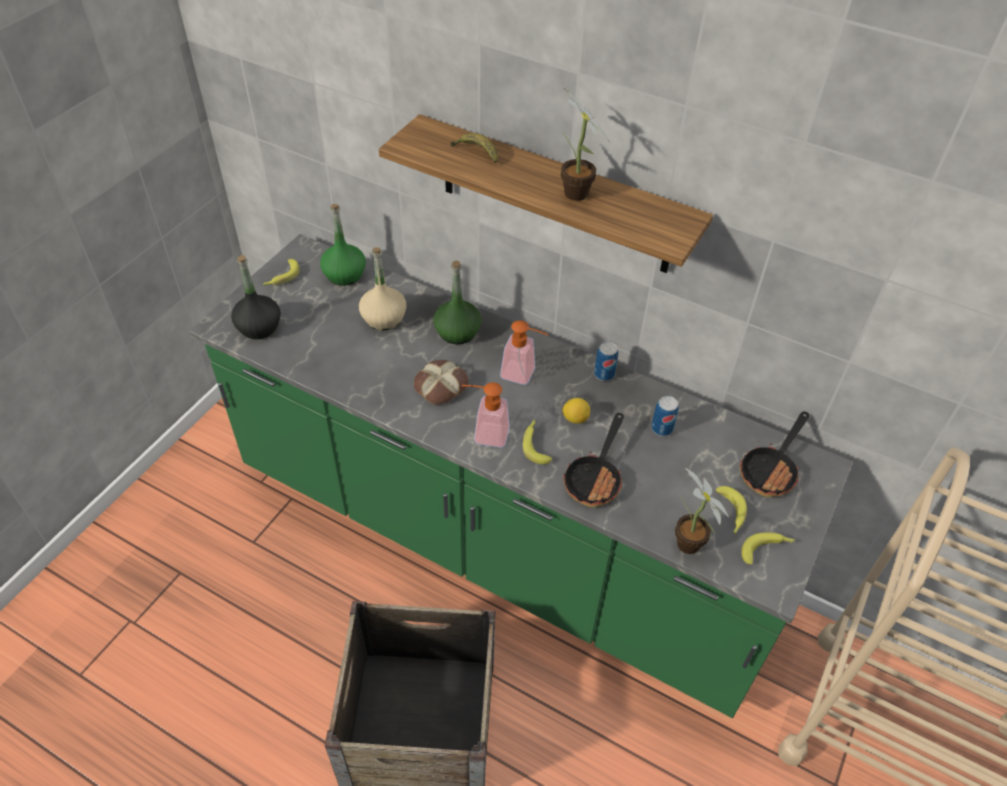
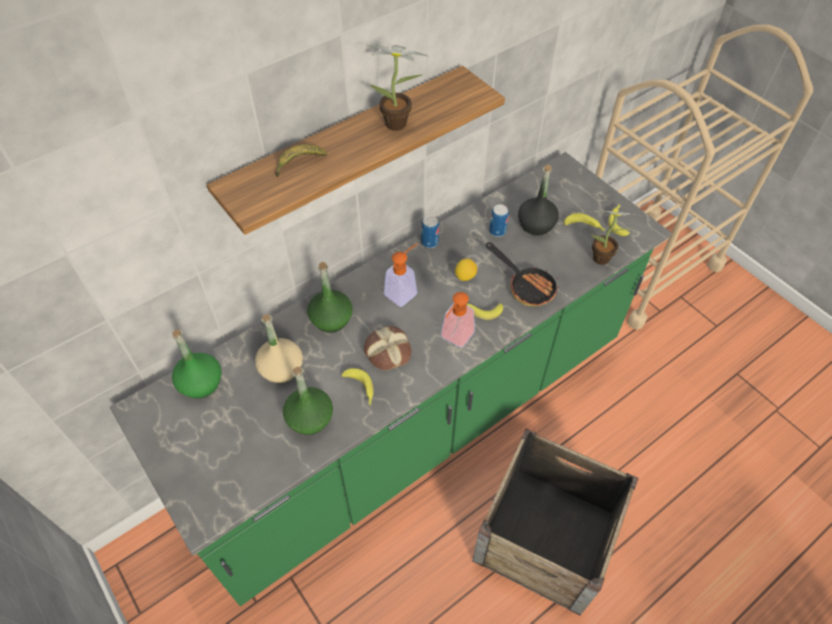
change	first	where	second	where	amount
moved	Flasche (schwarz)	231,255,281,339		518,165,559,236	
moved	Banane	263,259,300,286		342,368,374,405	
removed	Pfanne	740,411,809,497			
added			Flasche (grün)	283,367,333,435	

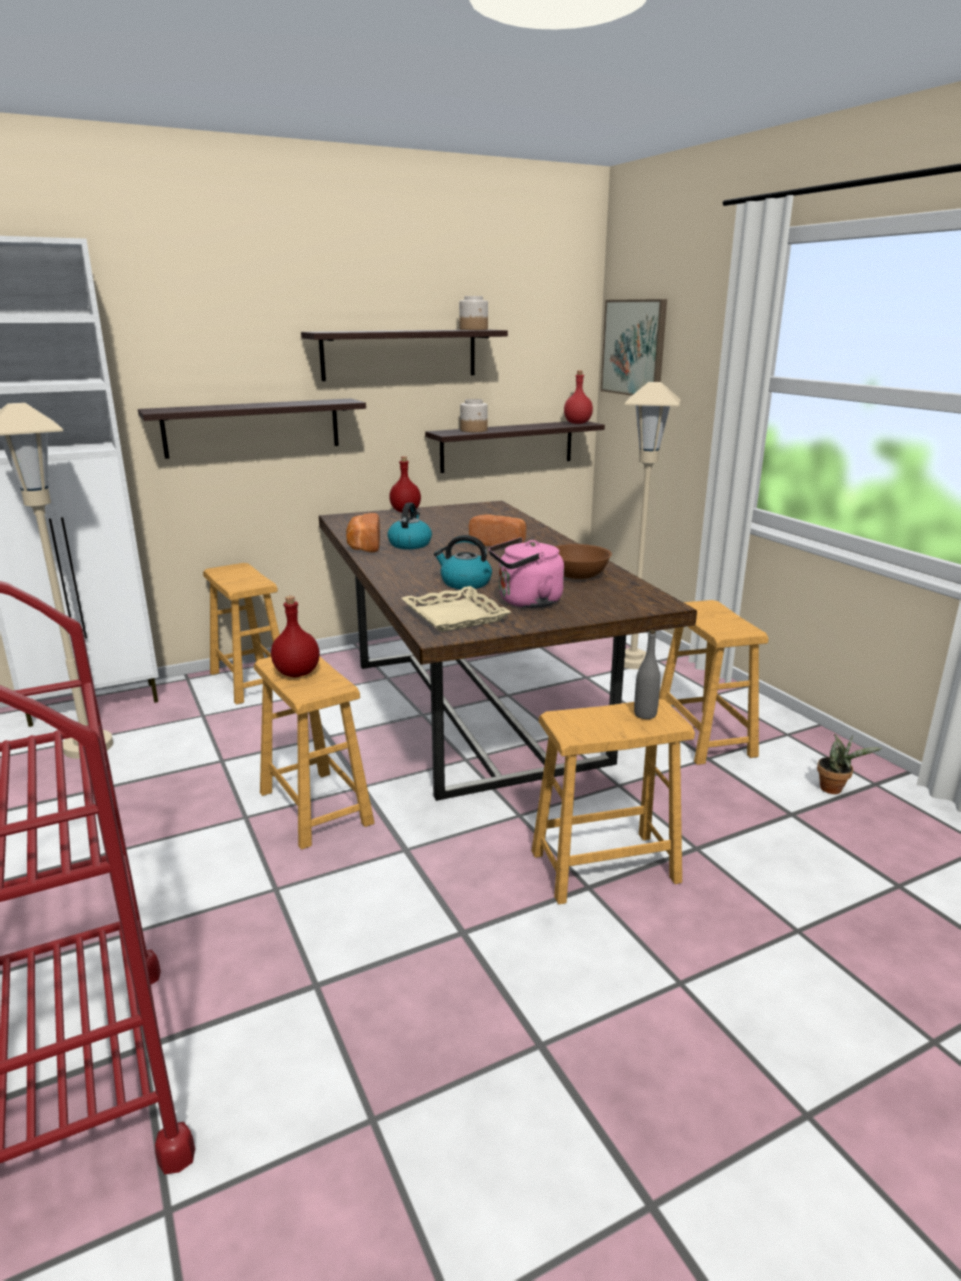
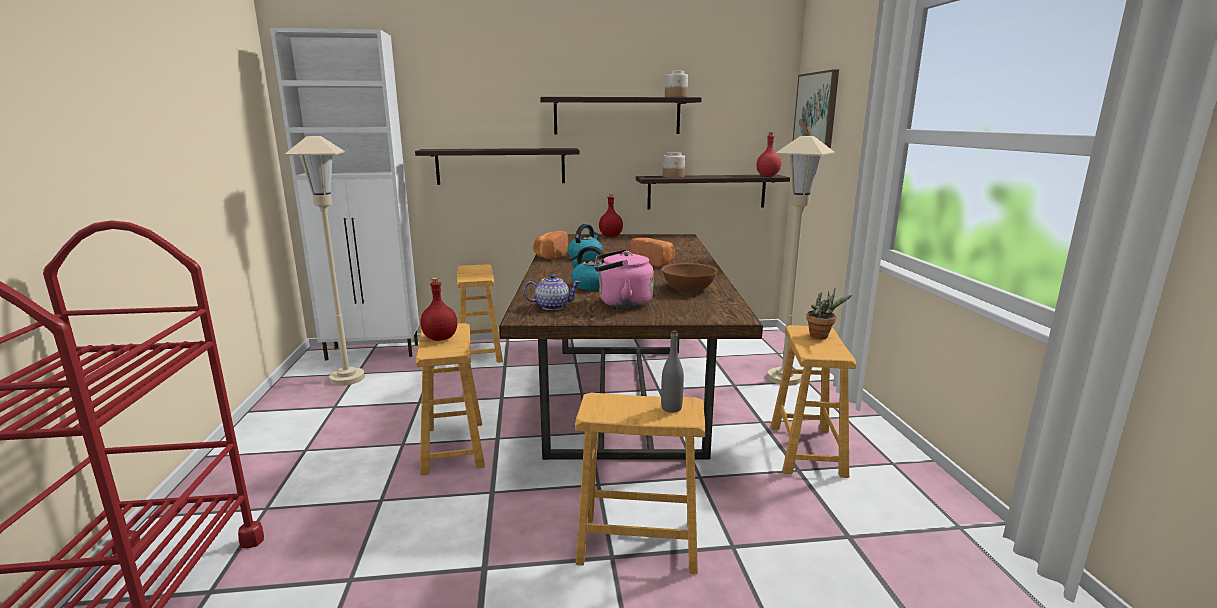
change	first	where	second	where	amount
replaced	Tablett (beige)	401,586,511,632	Teekanne	523,274,581,310	
moved	Topfpflanze	817,734,882,794		806,288,852,339	

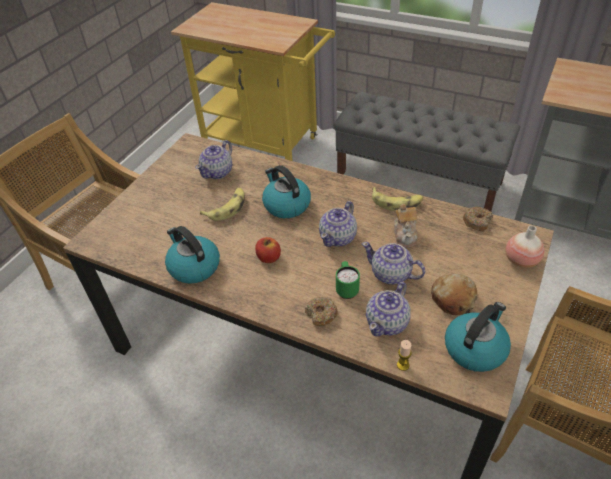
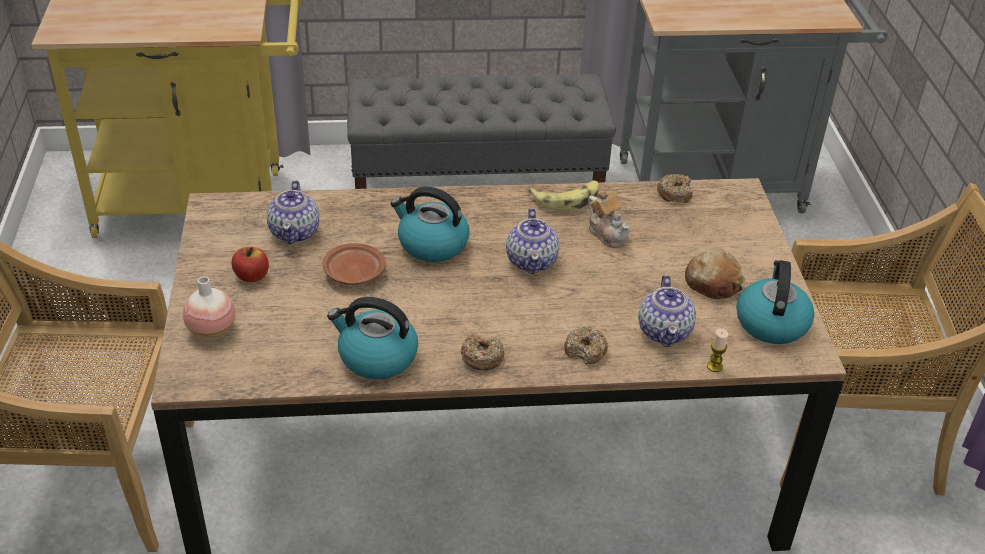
change	first	where	second	where	amount
replaced	Banane	200,188,245,221	Teller (braun)	322,243,386,285	
moved	Vase	506,225,544,268		183,277,236,338	
moved	Apfel	255,237,281,263		231,247,269,282	
removed	Teekanne	362,242,425,285			
removed	Henkelbecher (grün)	336,261,360,299			
added			Donut	461,333,504,370	

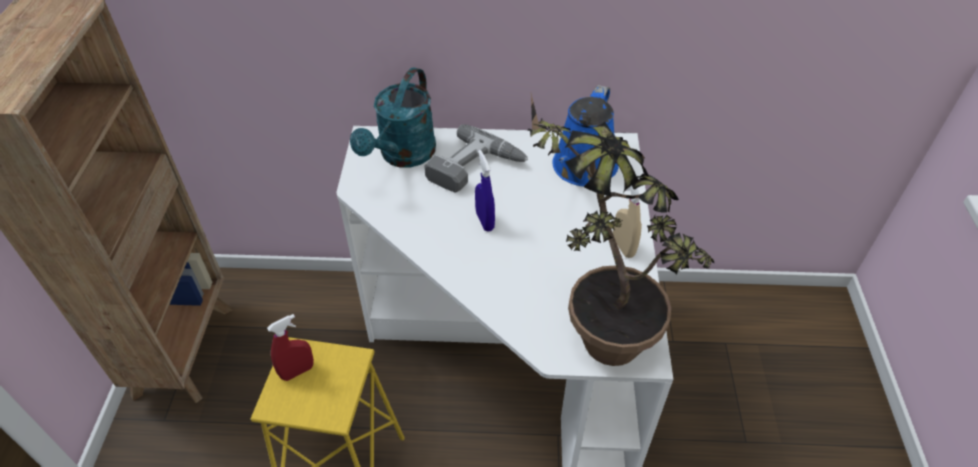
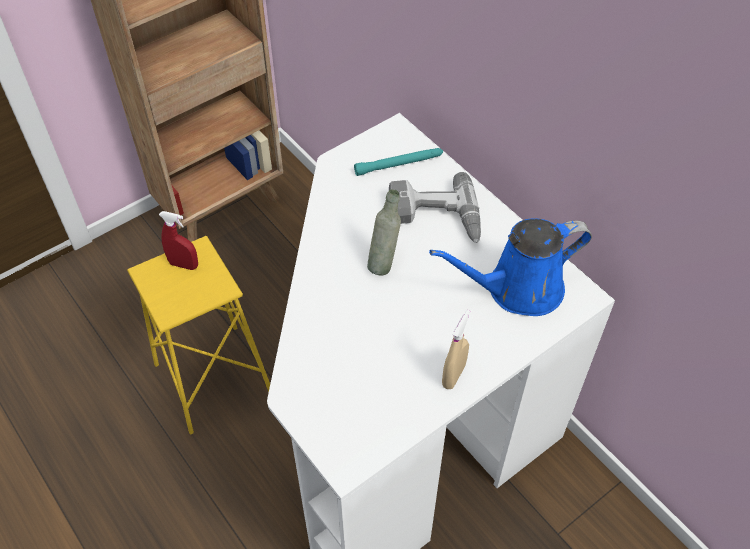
change	first	where	second	where	amount
replaced	Gießkanne (türkis)	350,67,436,167	Taschenlampe (türkis)	354,148,443,176	
removed	Topfpflanze	528,94,714,366			
replaced	Sprühflasche (blau)	475,150,495,232	Flasche (grau)	367,189,401,275	

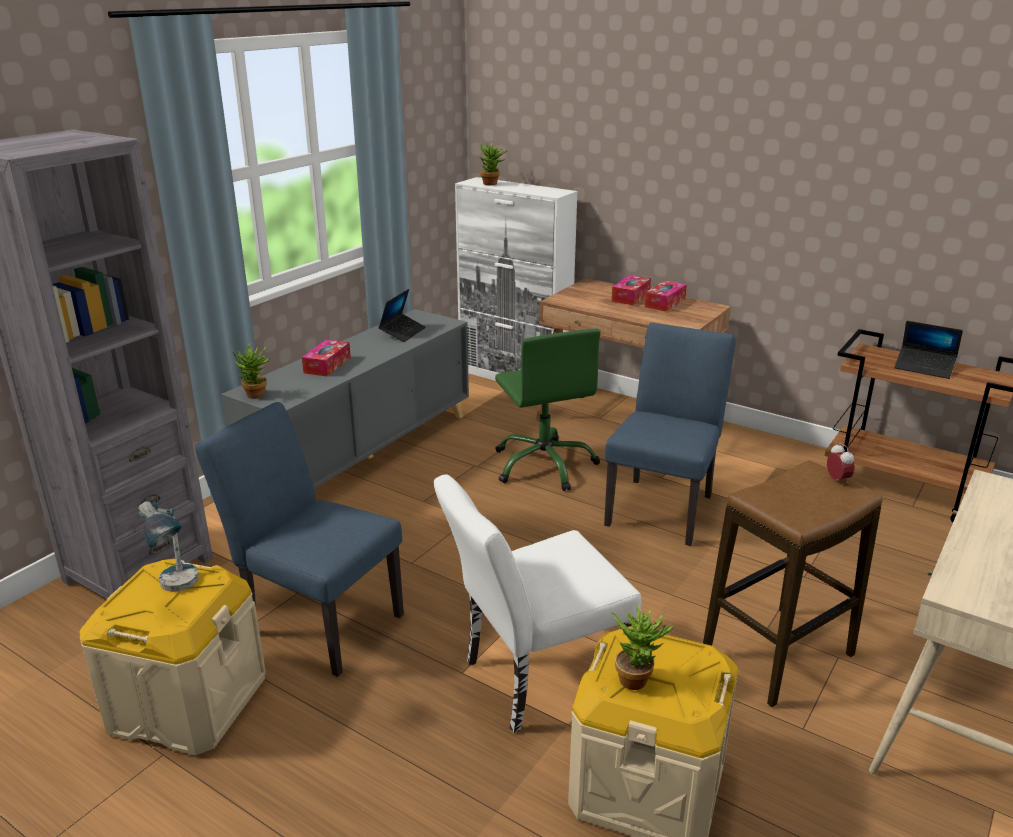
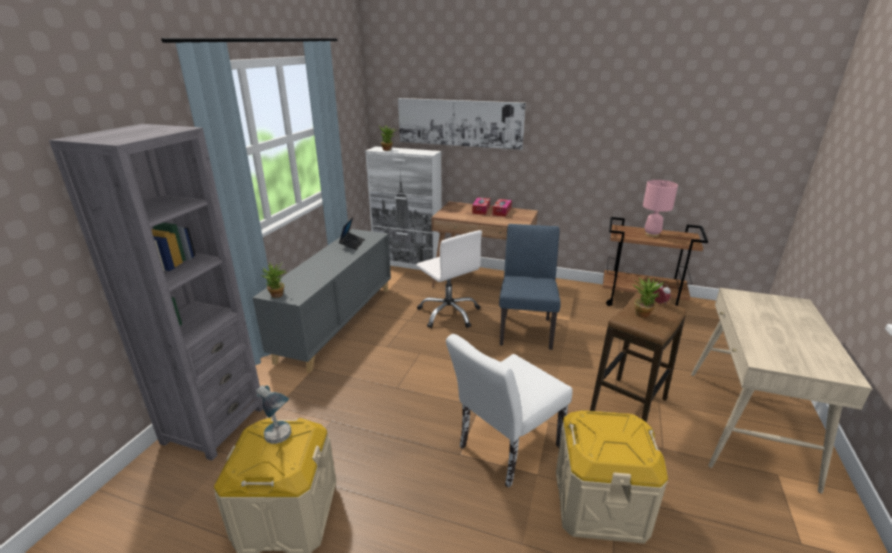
change	first	where	second	where	amount
replaced	Laptop	894,321,963,379	Tischlampe (rosa)	643,180,678,237	
recoloured	Bürostuhl (grün)	495,329,601,491	Bürostuhl (weiß)	416,230,482,328	
removed	Taschentuchbox	302,339,351,377			
removed	Stuhl (blau)	195,402,404,677			
moved	Topfpflanze	610,605,674,690		632,278,664,318	
added			Bild	398,98,526,150	

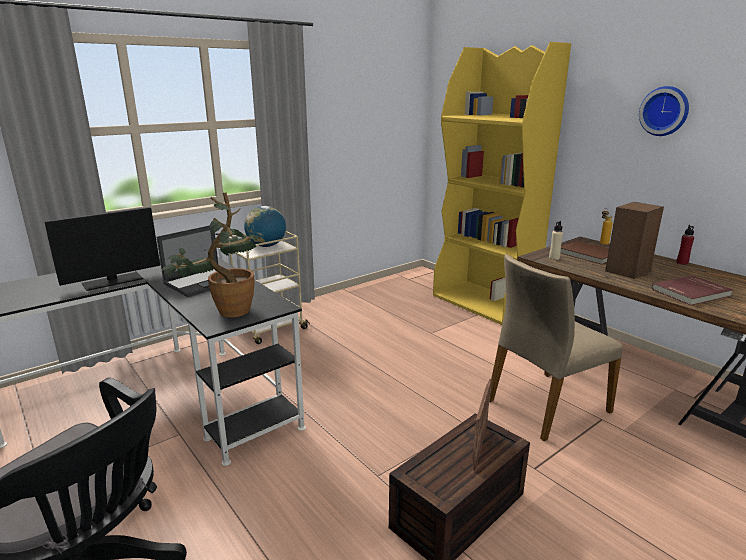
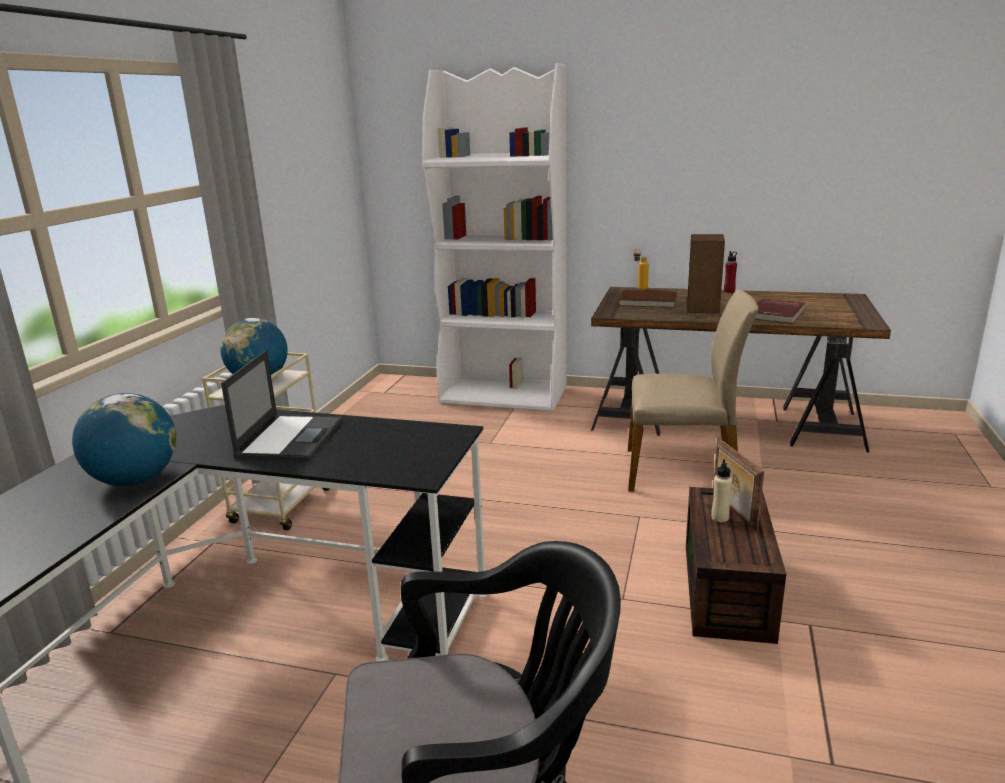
change	first	where	second	where	amount
recoloured	Bücherregal (gelb)	433,42,571,325	Bücherregal (weiß)	422,63,567,411	
removed	Wanduhr	639,86,689,136			
removed	Topfpflanze	162,192,260,317			
replaced	Monitor	44,207,160,291	Globus	72,393,176,486	
moved	Flasche (beige)	549,221,563,260		711,459,732,522	
turned	Stuhl (beige)	489,254,623,441		628,290,758,492	105 degrees counterclockwise

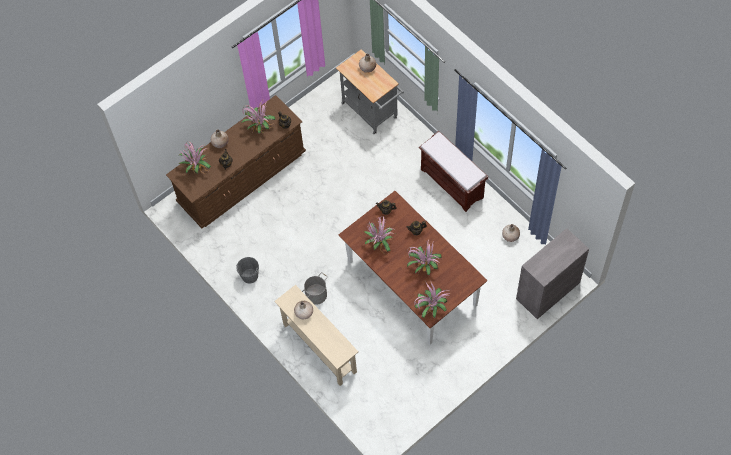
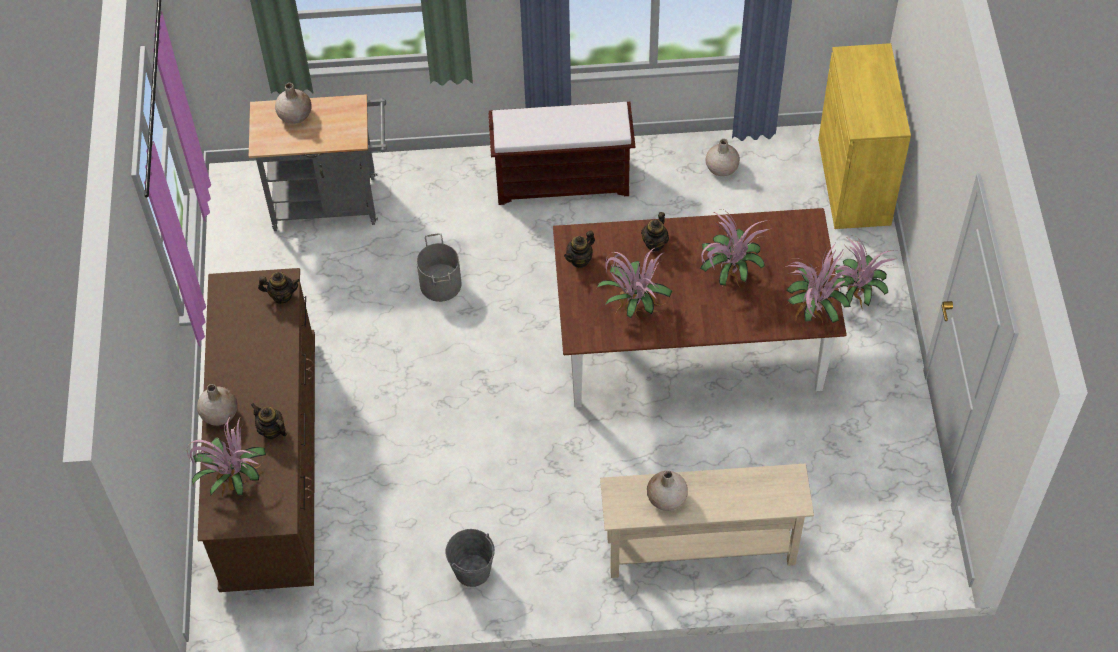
change	first	where	second	where	amount
moved	Topfpflanze	241,100,276,134		835,237,900,310	
recoloured	Schrank (grau)	516,228,589,319	Schrank (gelb)	818,43,911,229	
moved	Eimer (grau)	302,272,328,305		417,233,462,302	

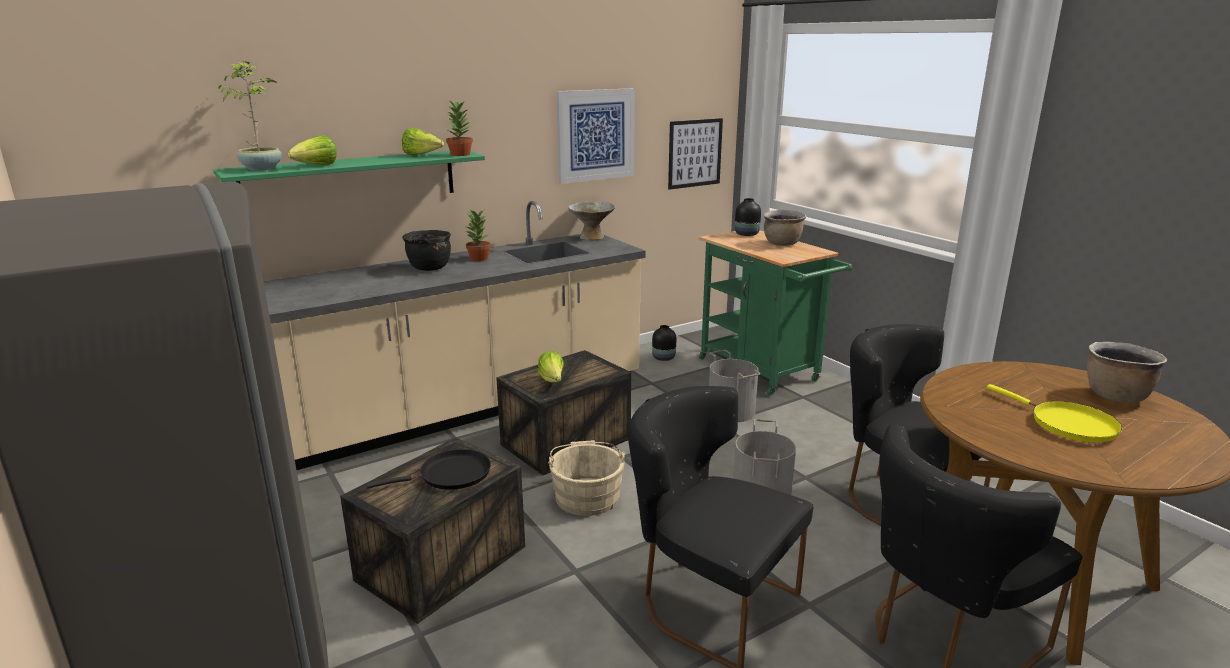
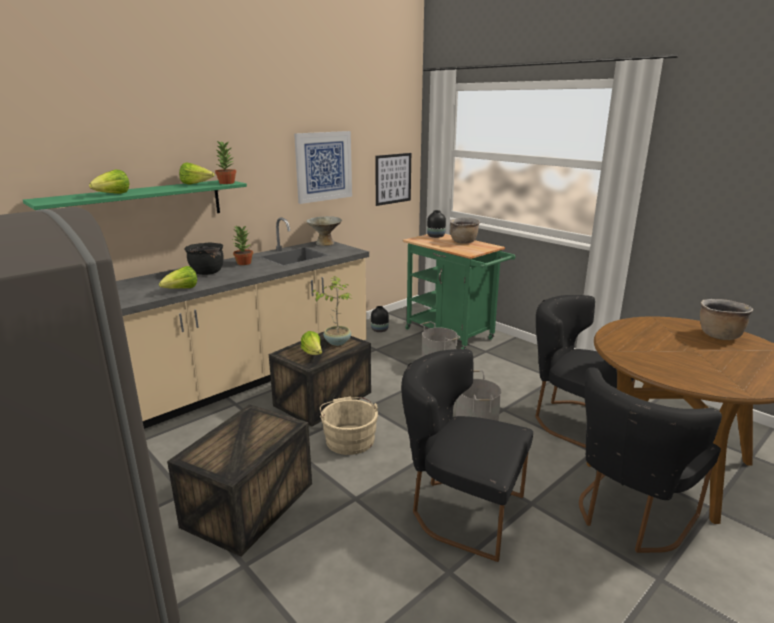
change	first	where	second	where	amount
moved	Topfpflanze	218,62,282,171		311,276,353,346	
removed	Pfanne (gelb)	987,384,1122,442			
removed	Pfanne (schwarz)	366,449,491,490			
added			Salatkopf	159,266,197,288	

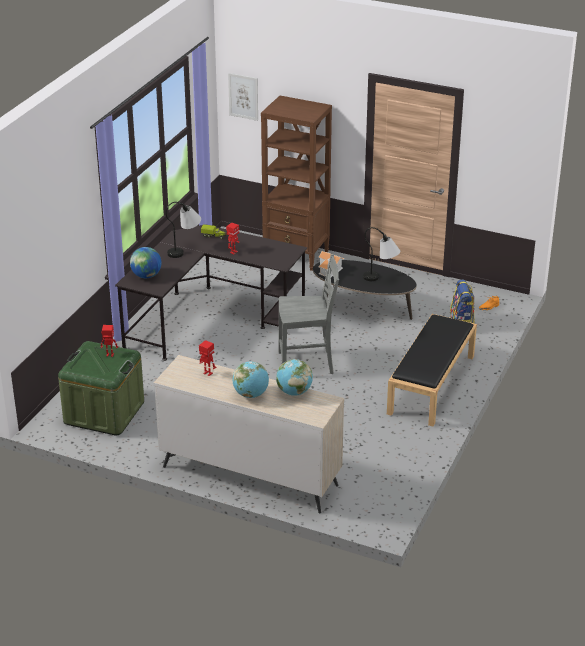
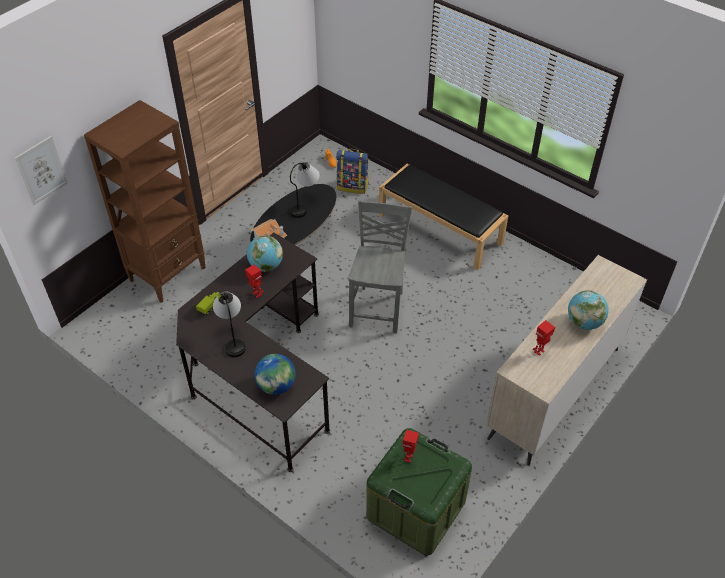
change	first	where	second	where	amount
moved	Globus	276,359,313,396		247,236,283,272	

